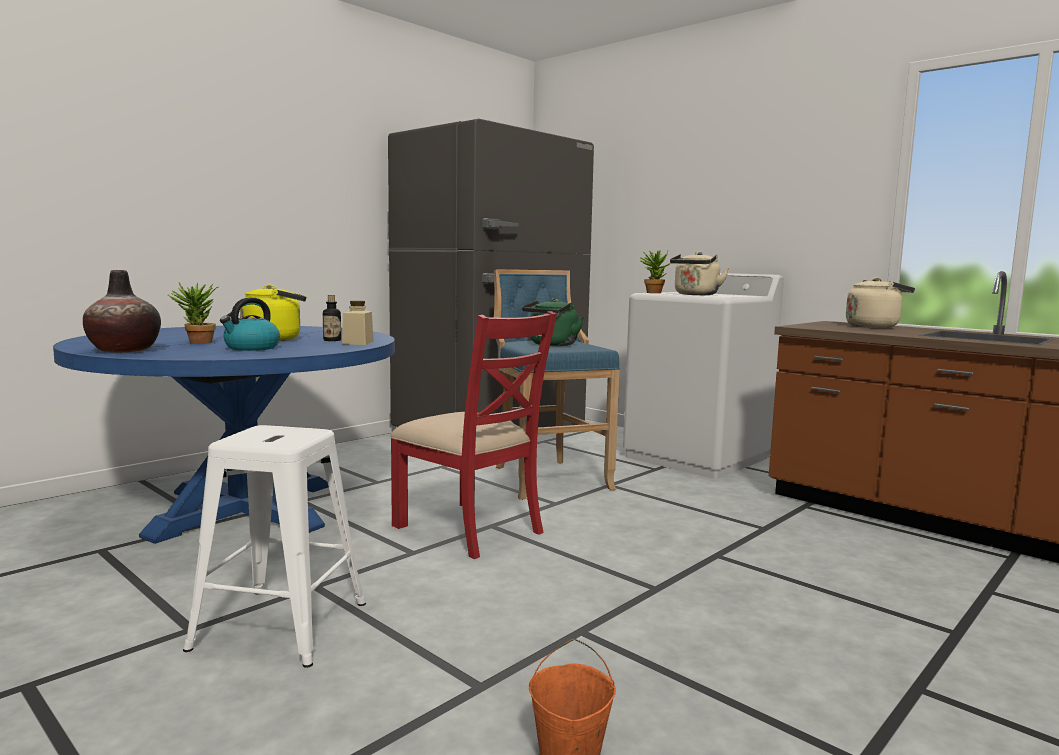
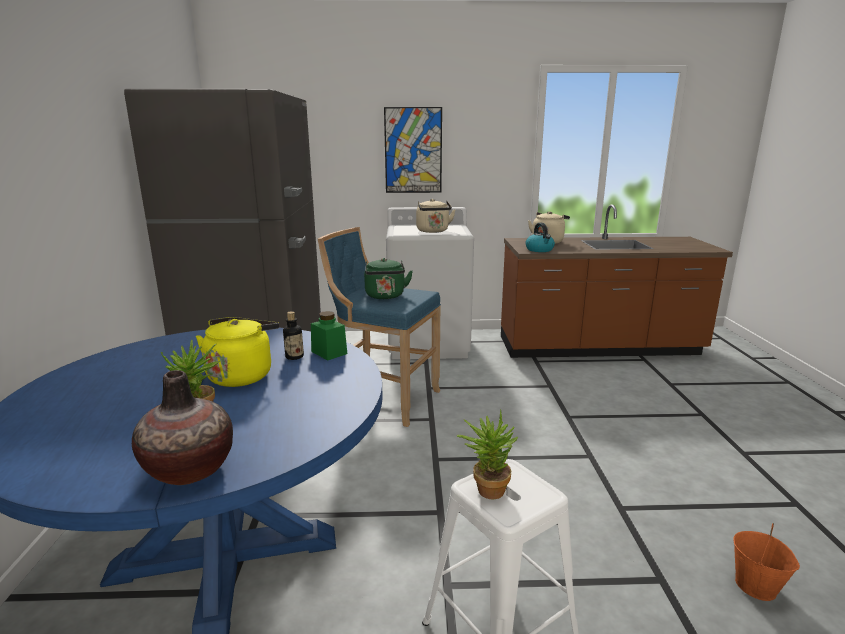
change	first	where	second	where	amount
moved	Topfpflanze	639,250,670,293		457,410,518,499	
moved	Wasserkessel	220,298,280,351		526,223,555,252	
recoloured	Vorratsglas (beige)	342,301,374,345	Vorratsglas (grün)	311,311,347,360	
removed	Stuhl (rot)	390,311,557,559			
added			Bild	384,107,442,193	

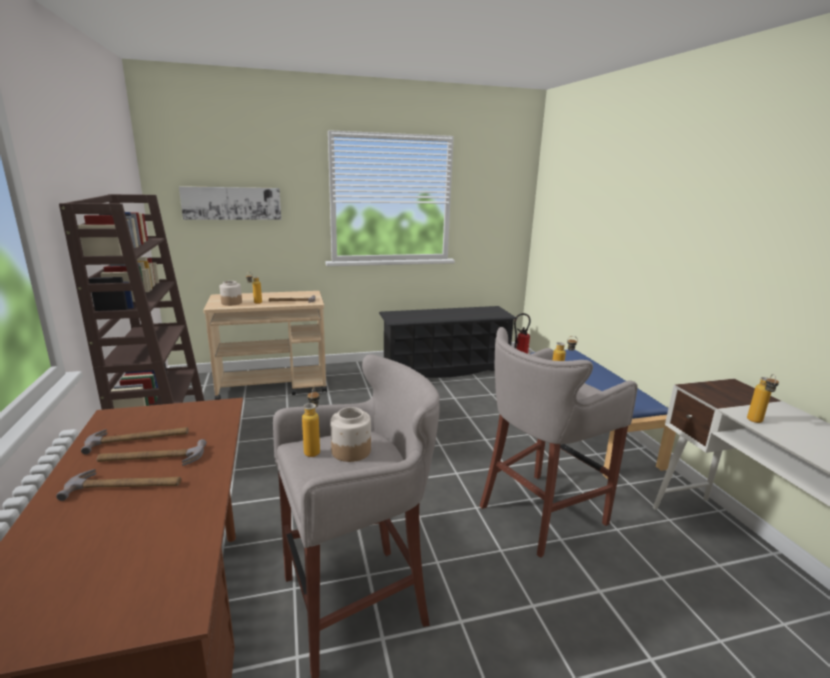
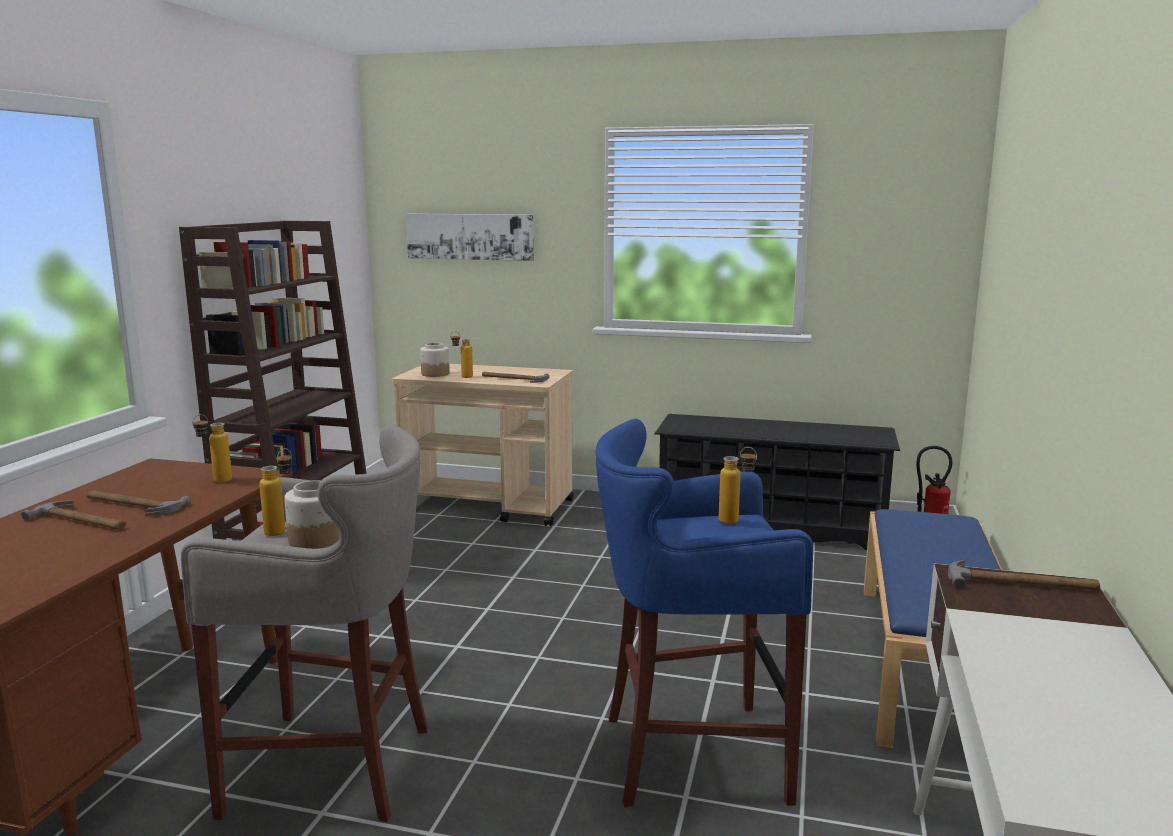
change	first	where	second	where	amount
recoloured	Hocker (grau)	480,327,638,558	Hocker (blau)	595,419,813,807	
moved	Flasche	747,374,779,423		192,414,232,483	
moved	Hammer	81,427,188,455		948,560,1100,591	

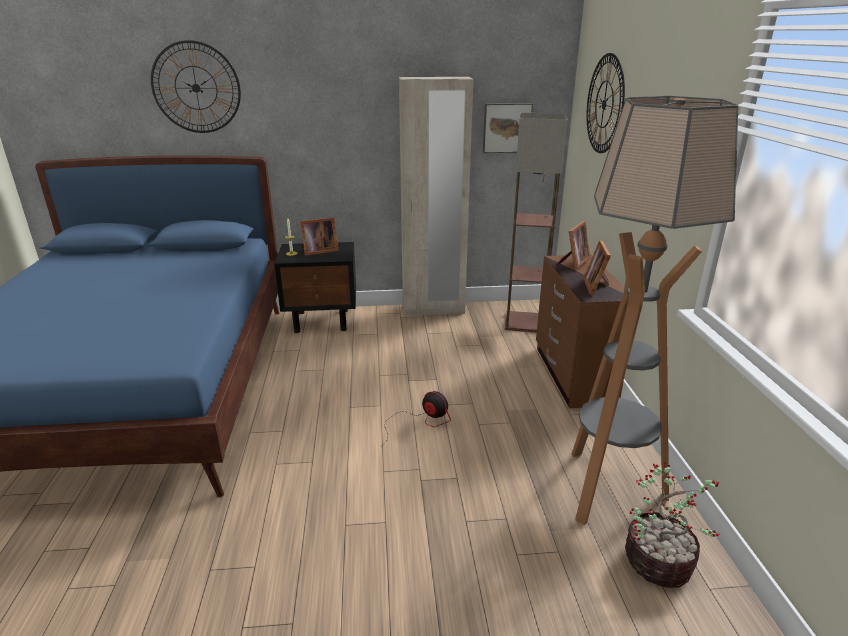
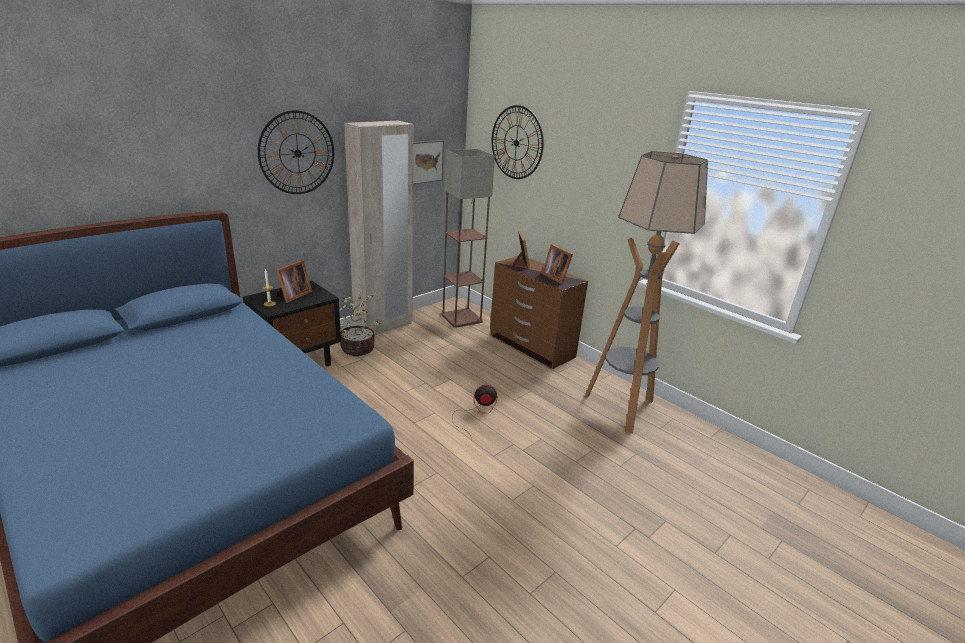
change	first	where	second	where	amount
moved	Wanduhr	151,40,241,133		257,110,334,194	
moved	Topfpflanze	625,462,720,588		339,295,381,356	

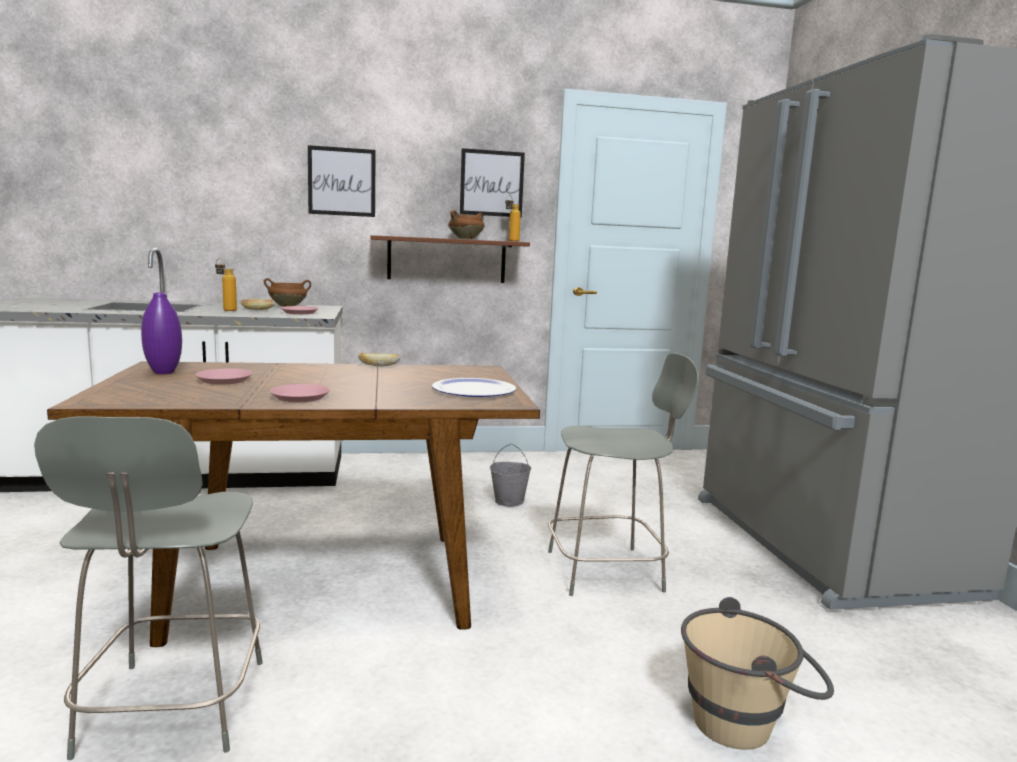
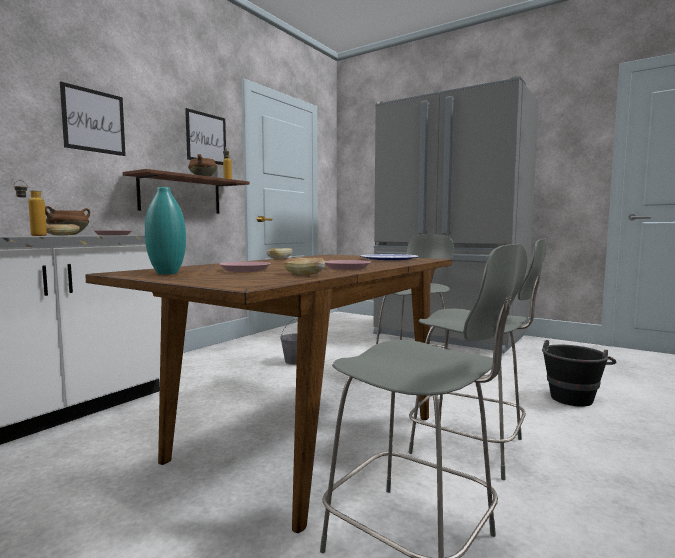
change	first	where	second	where	amount
recoloured	Vase (lila)	141,292,182,374	Vase (türkis)	145,187,186,274	
recoloured	Eimer (beige)	681,597,834,750	Eimer (schwarz)	542,340,616,407	
added			Stuhl (grau)	409,239,546,480	
added			Brot	283,258,325,275	

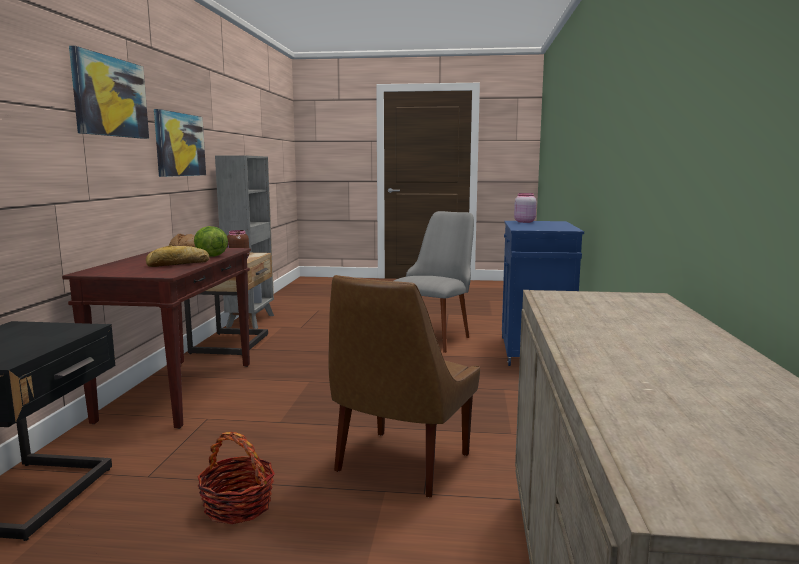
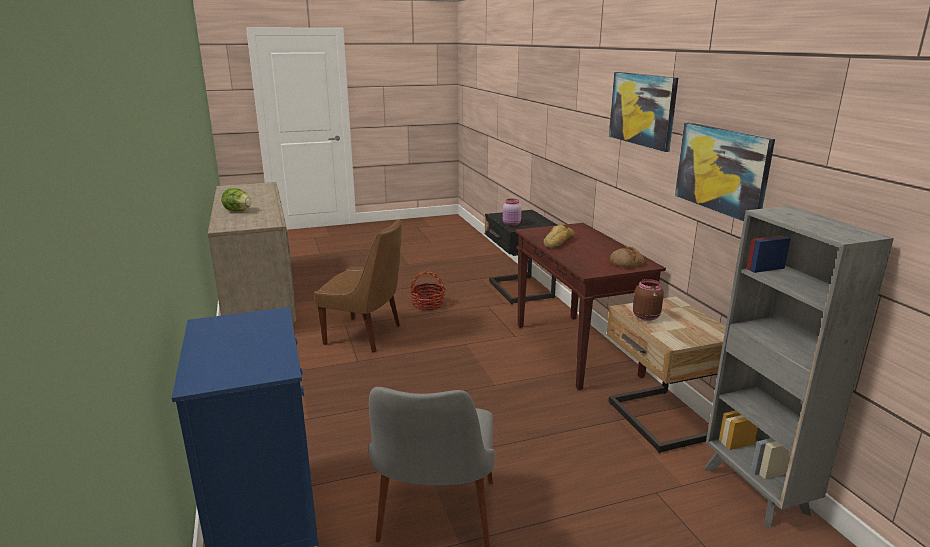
change	first	where	second	where	amount
moved	Vorratsglas (rosa)	514,193,536,223		503,199,521,226	
moved	Salatkopf	194,226,228,257		221,188,252,211	
turned	Stuhl (braun)	329,275,480,497		314,219,402,352	105 degrees clockwise

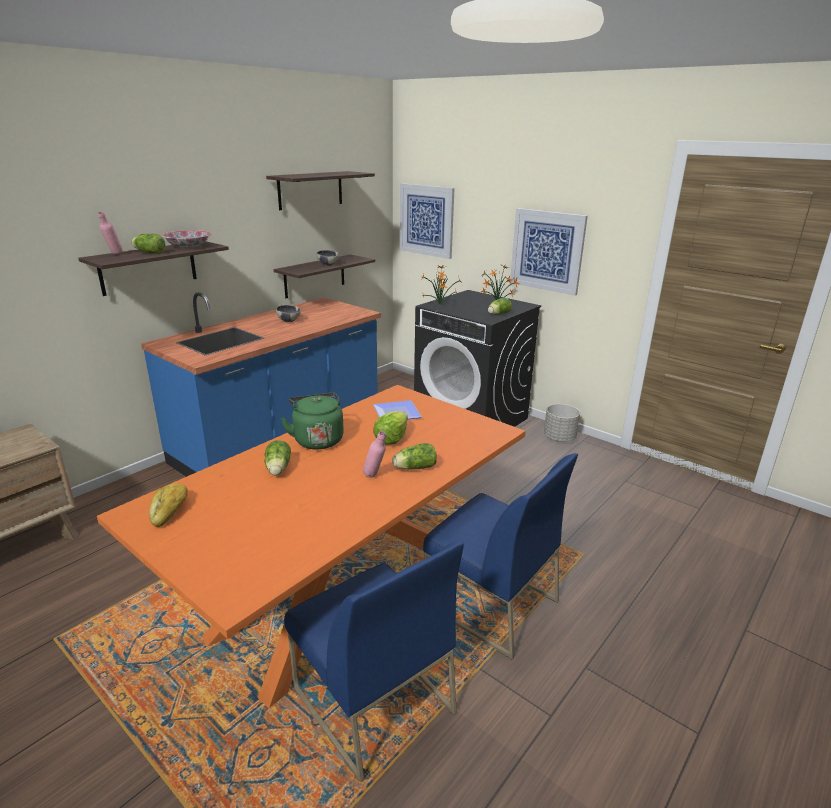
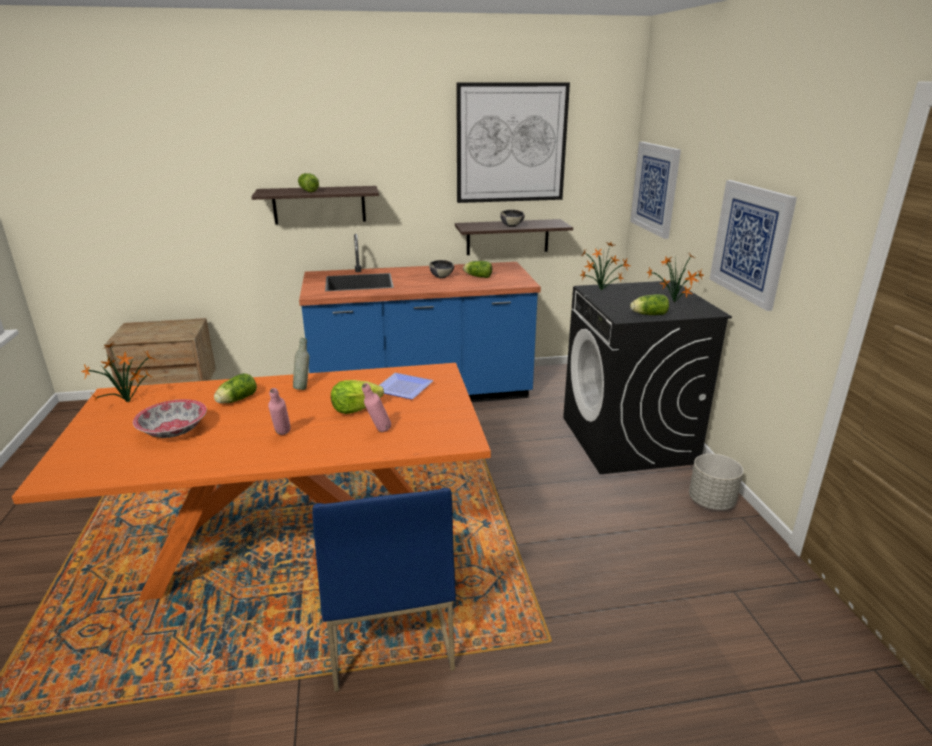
change	first	where	second	where	amount
replaced	Wandregal	266,171,375,210	Bild	456,82,570,203	
moved	Flasche (rosa)	98,211,123,255		362,383,391,432	
moved	Schüssel	162,230,211,248		133,399,207,438	
replaced	Wasserkessel (grün)	281,392,344,449	Flasche (grau)	293,338,309,390	
moved	Salatkopf	392,443,437,470		463,261,492,278	
replaced	Brot	149,483,188,527	Topfpflanze	81,341,156,402	
removed	Stuhl (blau)	284,541,464,783			

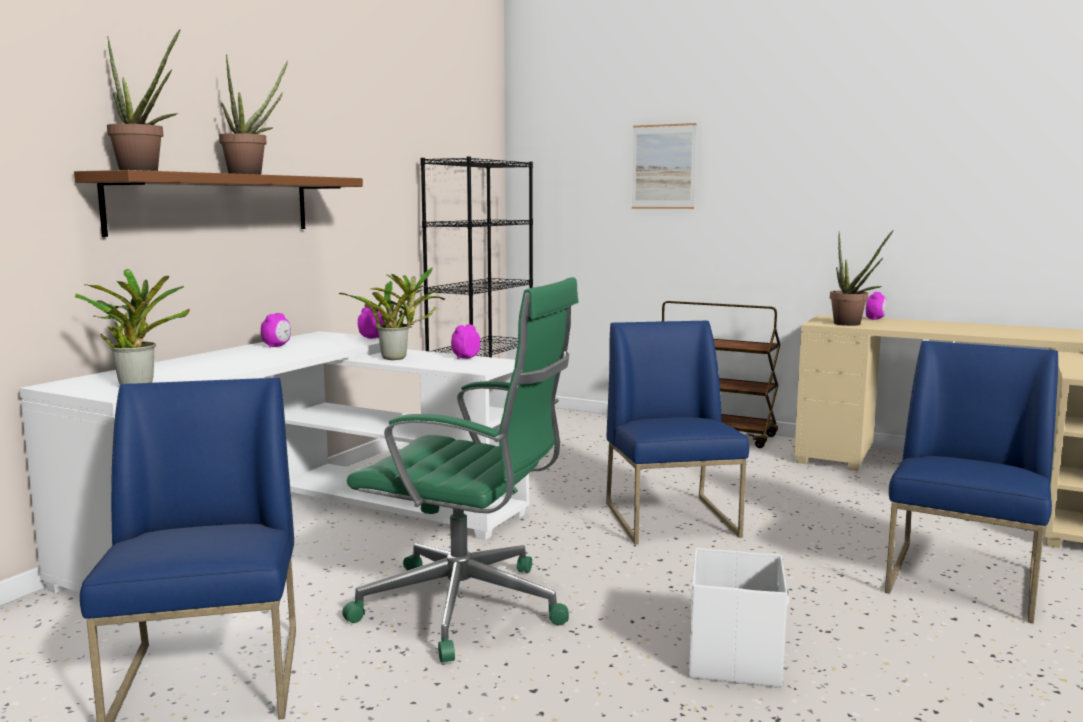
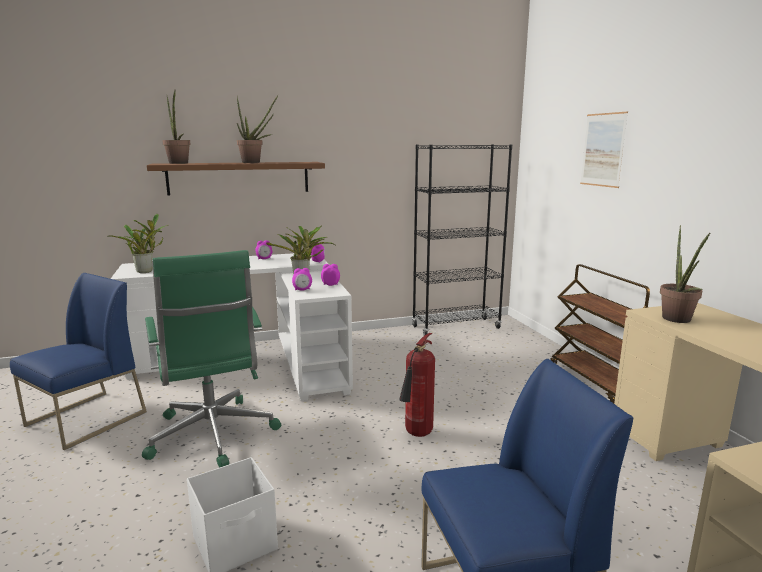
change	first	where	second	where	amount
moved	Wecker	866,292,887,320		292,268,312,291	
replaced	Stuhl (blau)	606,320,749,544	Feuerlöscher	399,333,435,437	

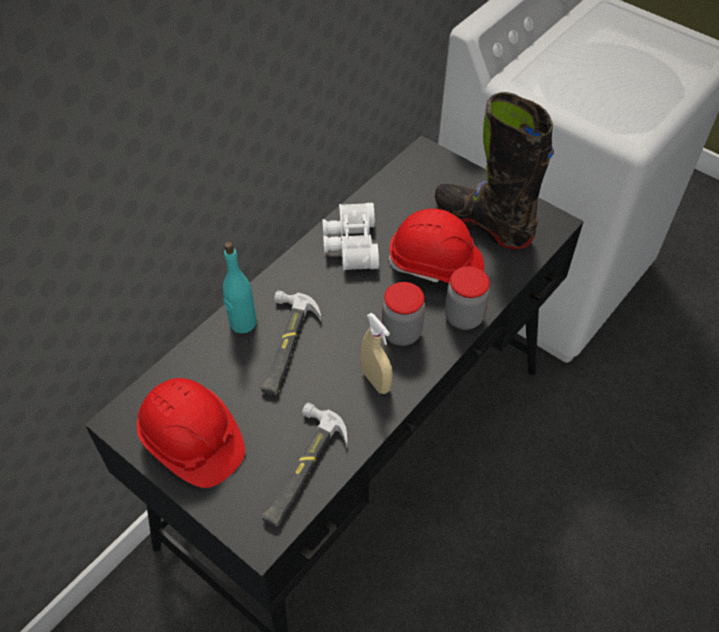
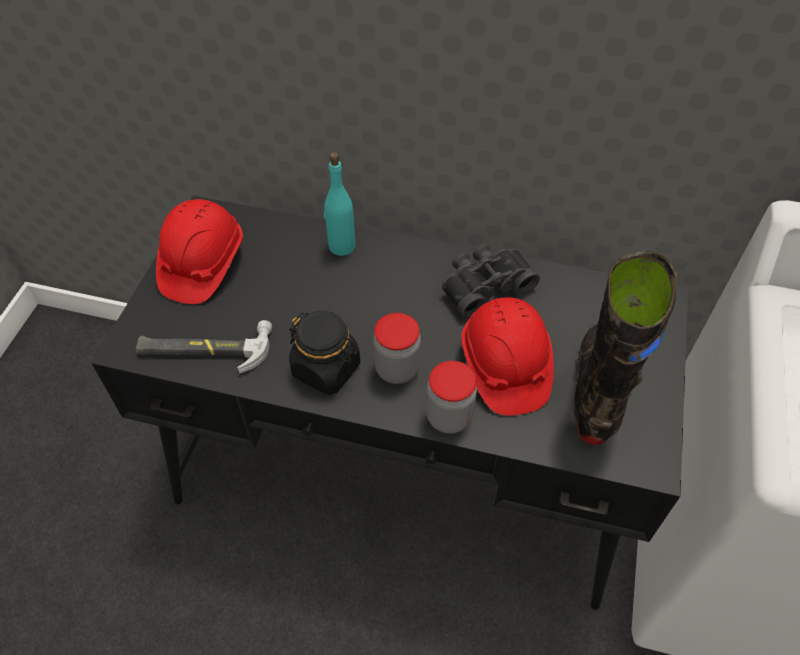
change	first	where	second	where	amount
recoloured	Fernglas (weiß)	322,203,379,271	Fernglas (schwarz)	442,244,540,318	
removed	Hammer	261,290,321,395			
replaced	Sprühflasche (beige)	360,313,393,394	Vorratsglas (schwarz)	289,311,360,395	

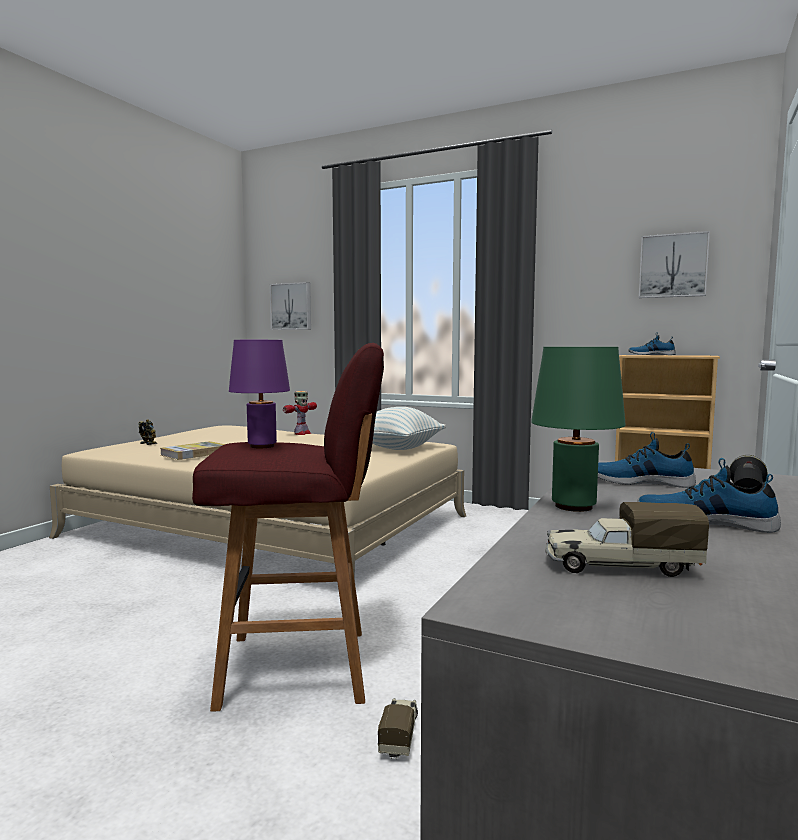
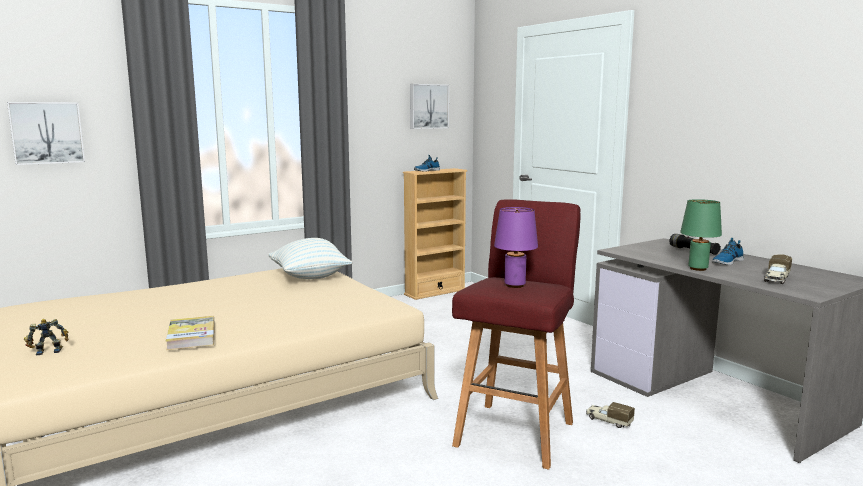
change	first	where	second	where	amount
removed	Spielzeugroboter	283,391,317,435			
removed	Schuh	598,432,696,488			

